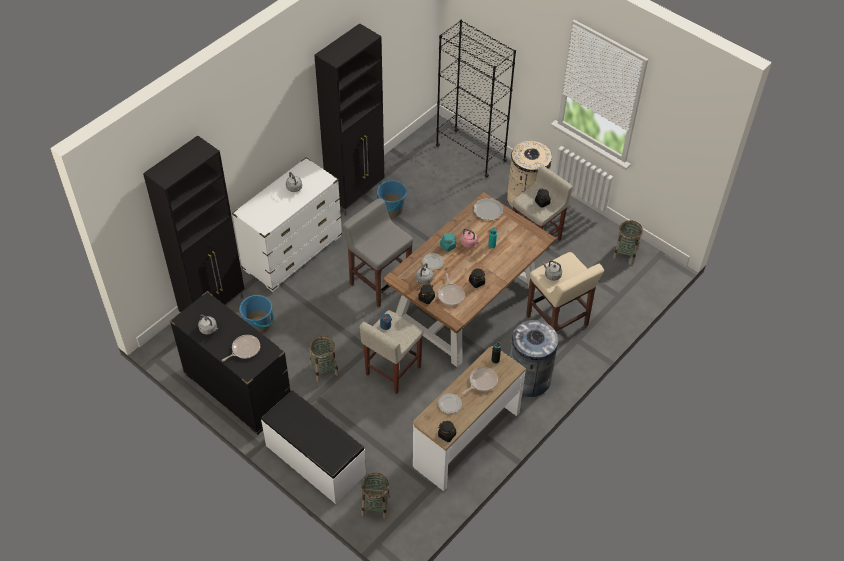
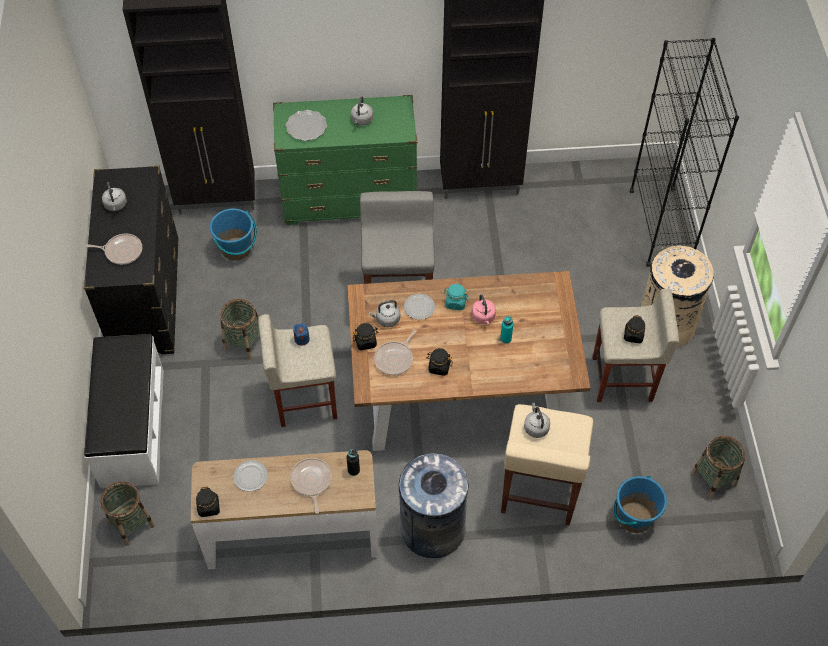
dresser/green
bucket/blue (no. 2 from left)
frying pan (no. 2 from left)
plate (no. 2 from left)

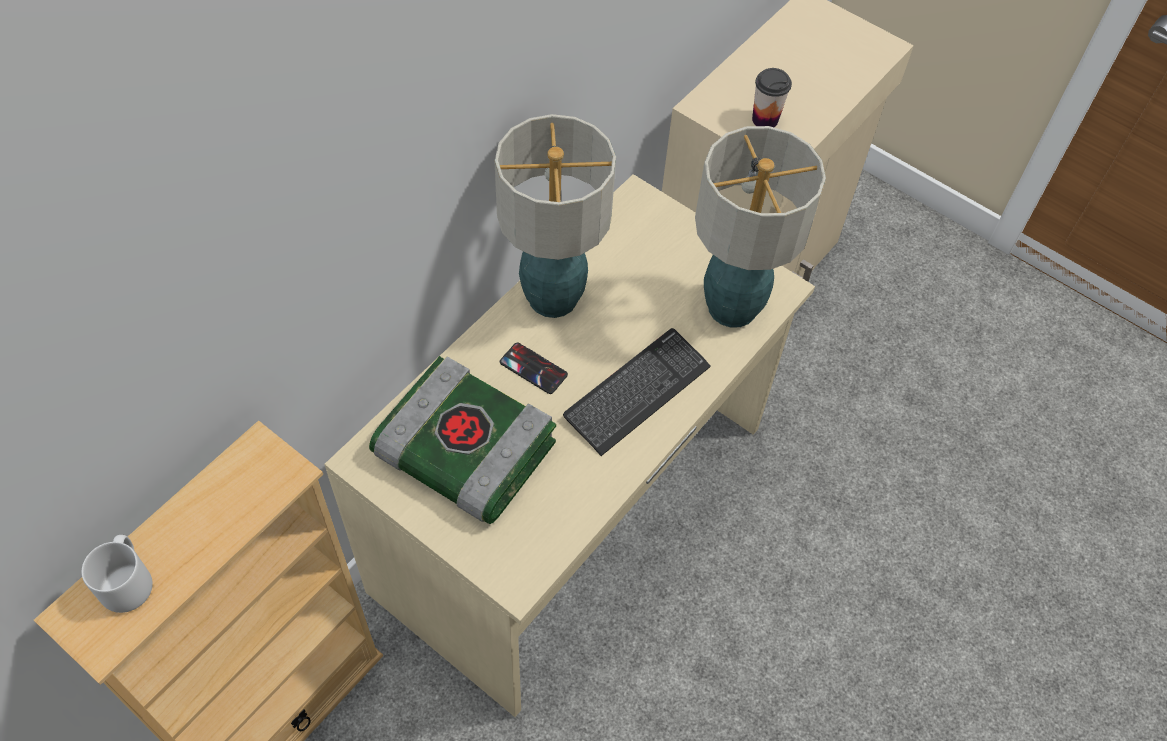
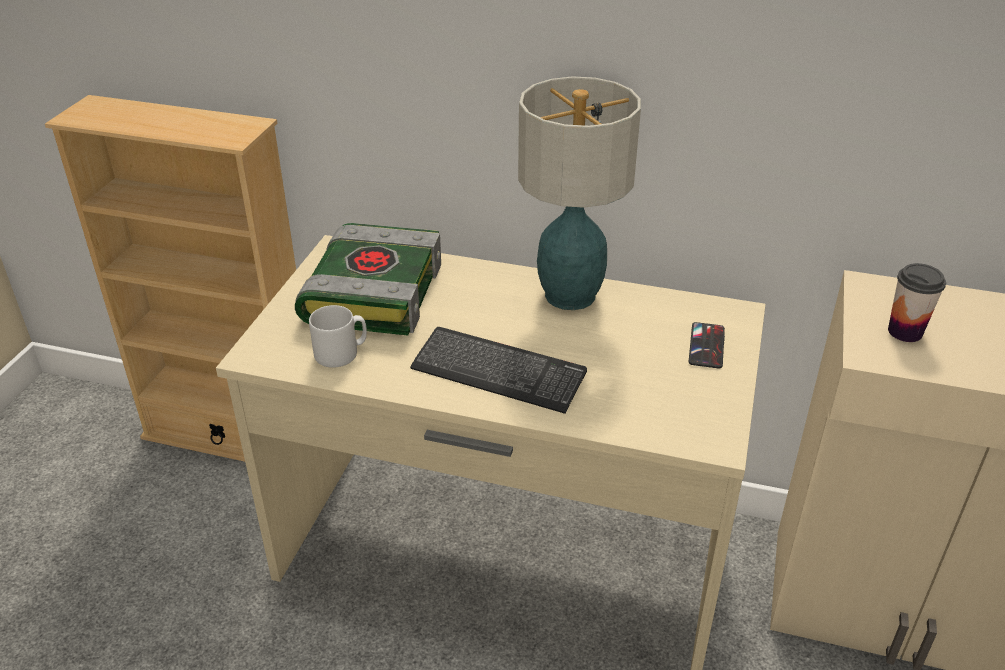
mug/grey
phone
table lamp (no. 2 from left in the first image)

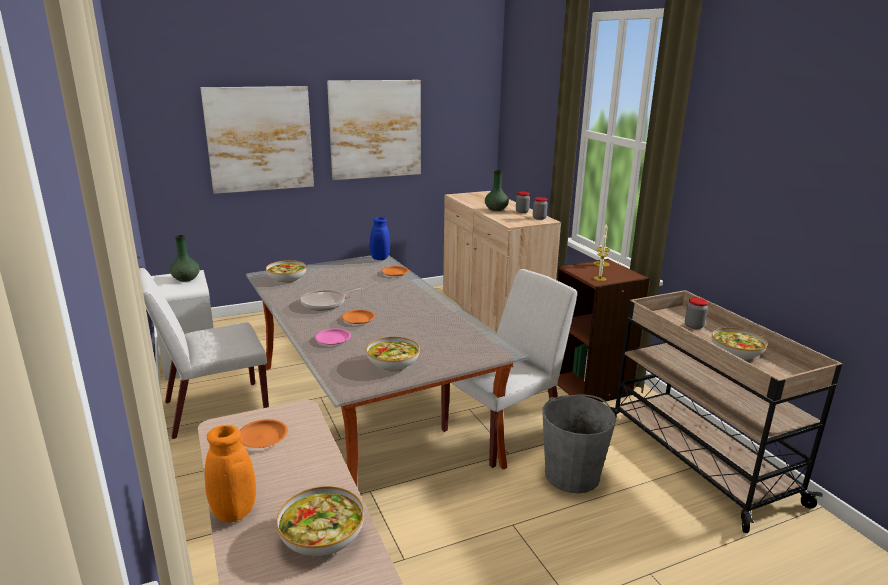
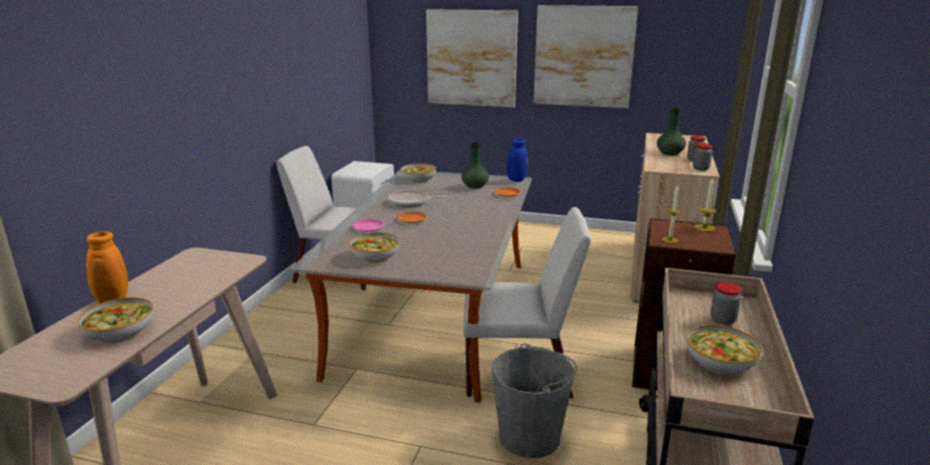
vase/green (no. 1 from left)
plate/orange (no. 1 from left in the first image)

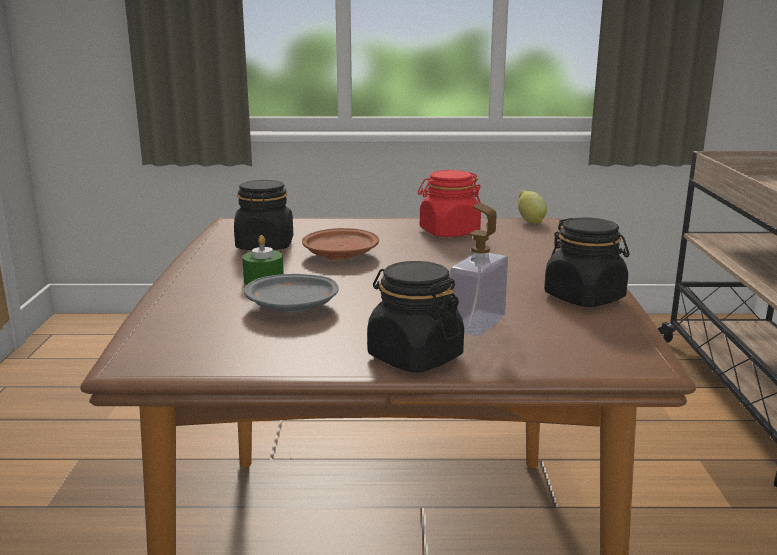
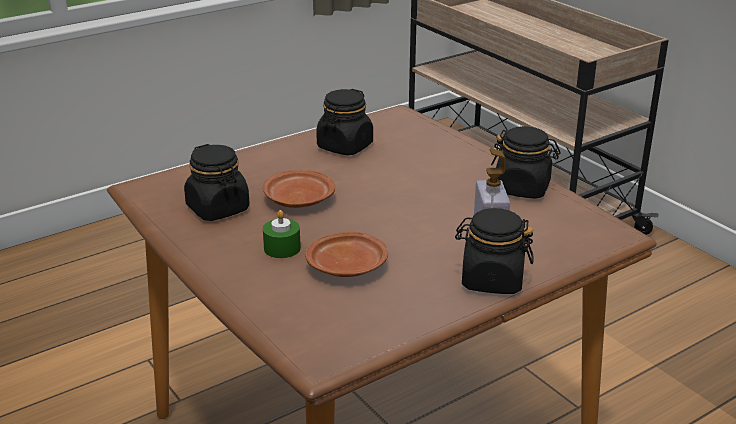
plate/brown (no. 2 from left)
jar/black (no. 2 from left)
lemon

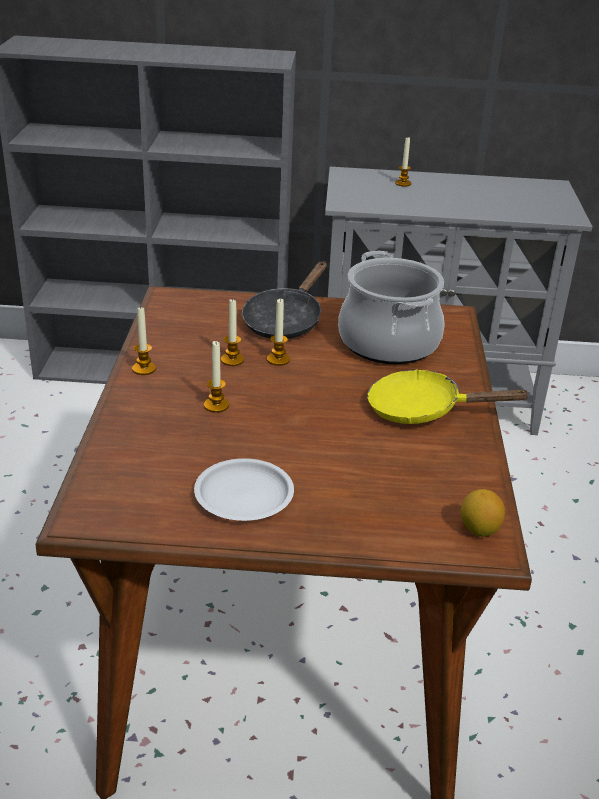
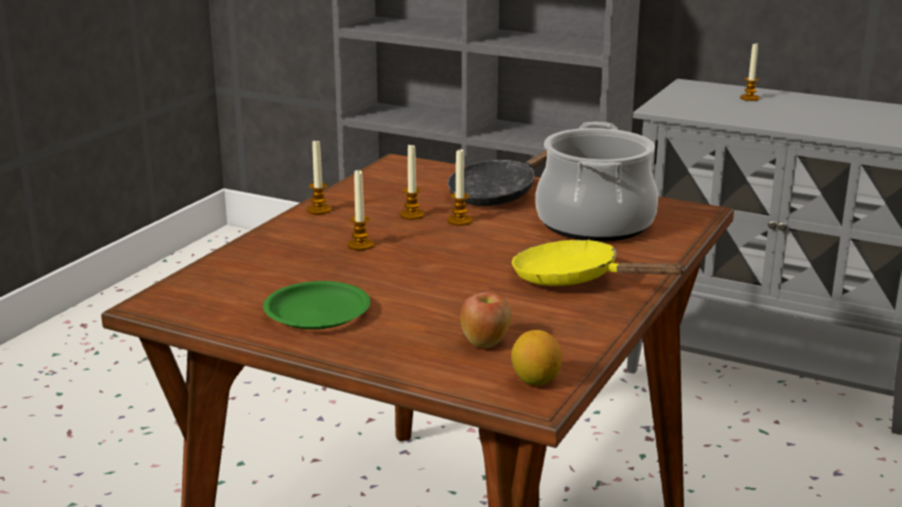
plate/green
apple

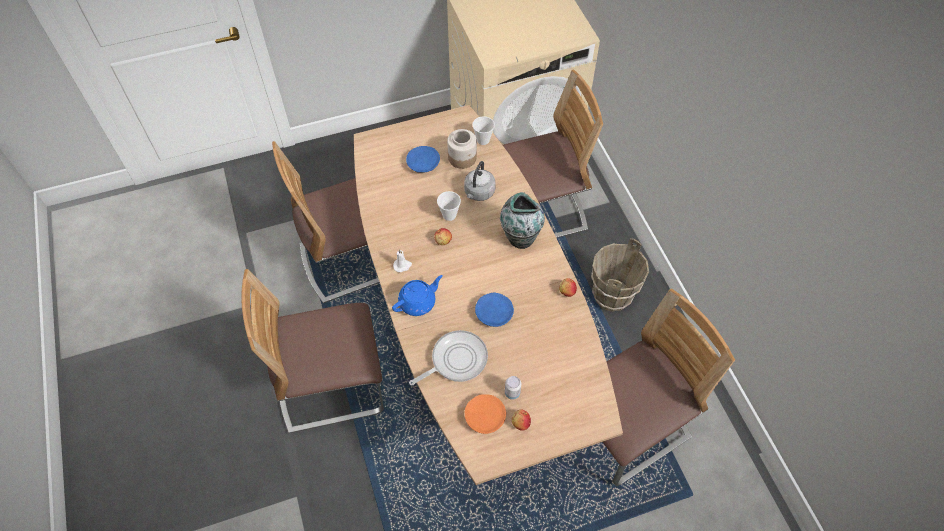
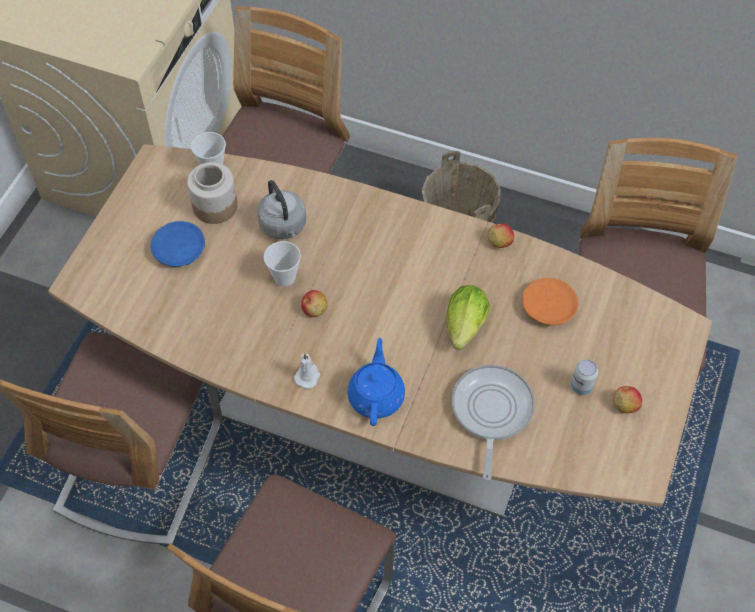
plate/orange
lettuce
vase

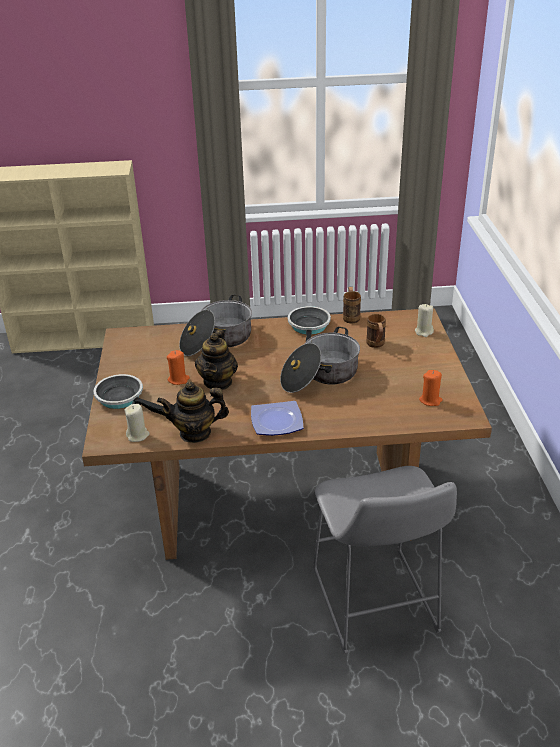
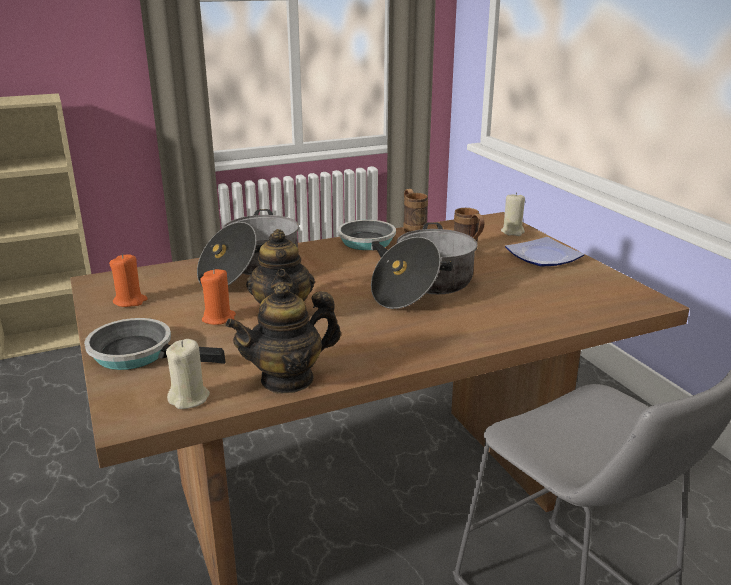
plate
candle/orange (no. 1 from left)

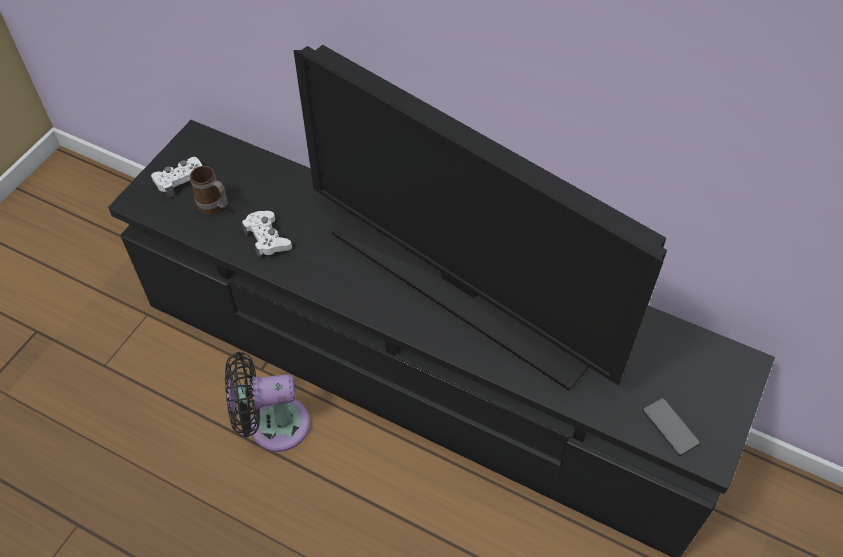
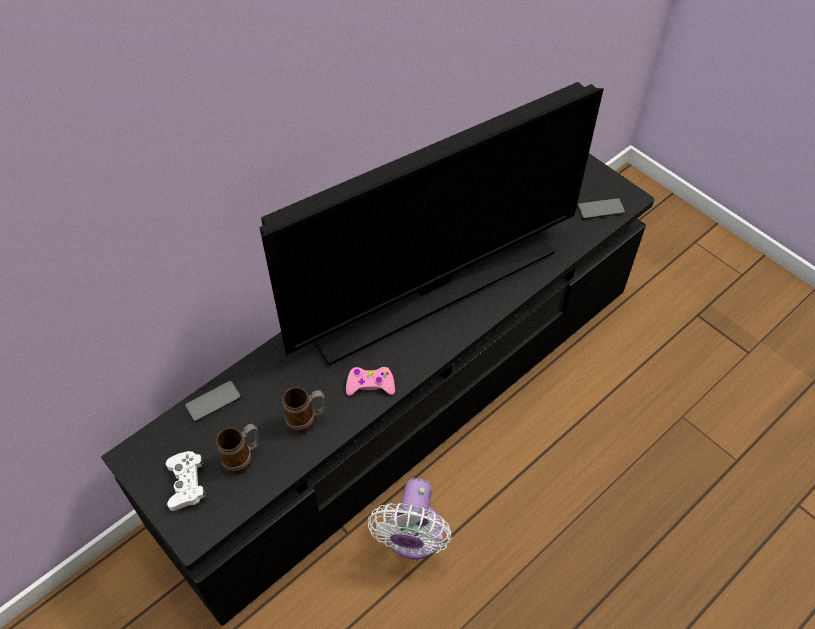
fan/white
mug (no. 2 from left)
phone (no. 1 from left)
game controller/pink

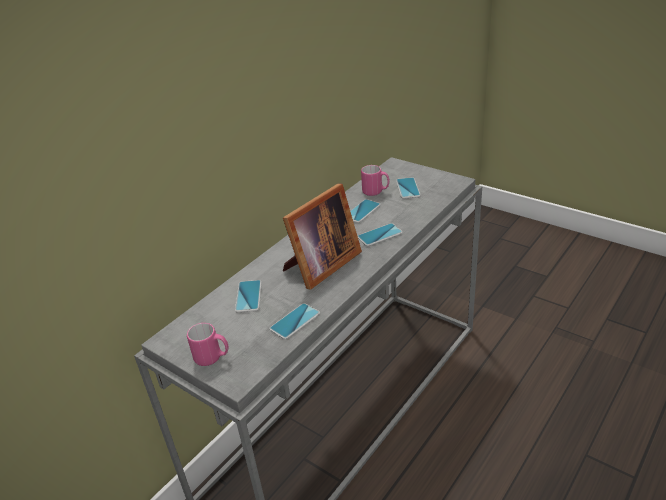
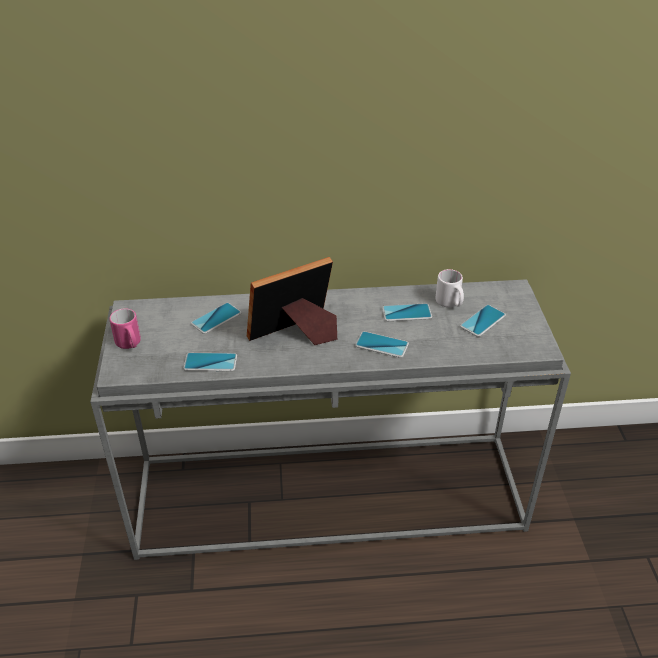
picture frame
mug/white

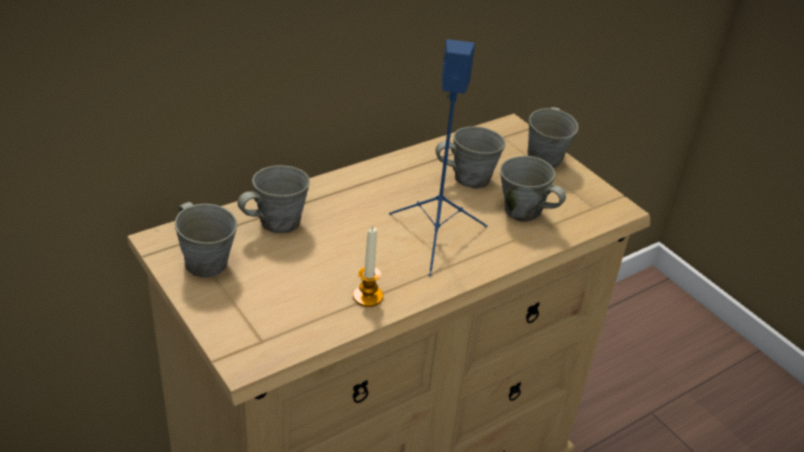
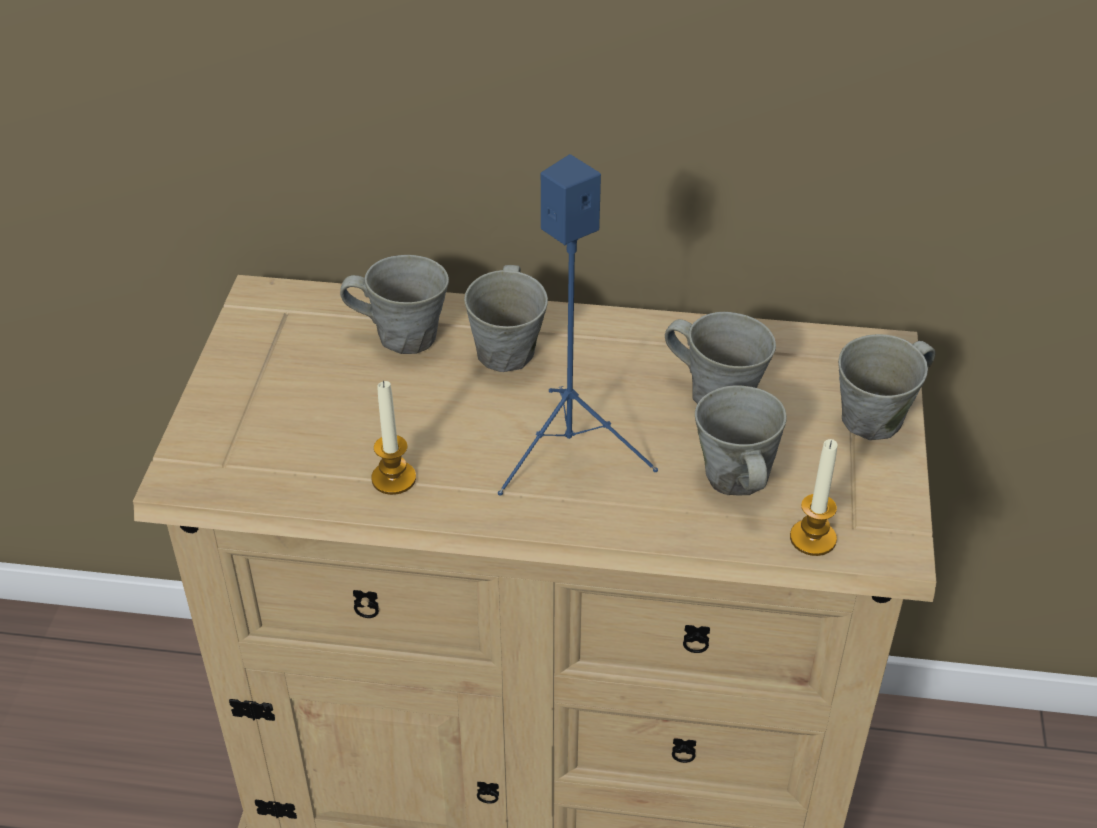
mug/grey (no. 2 from left)
candle (no. 2 from left)

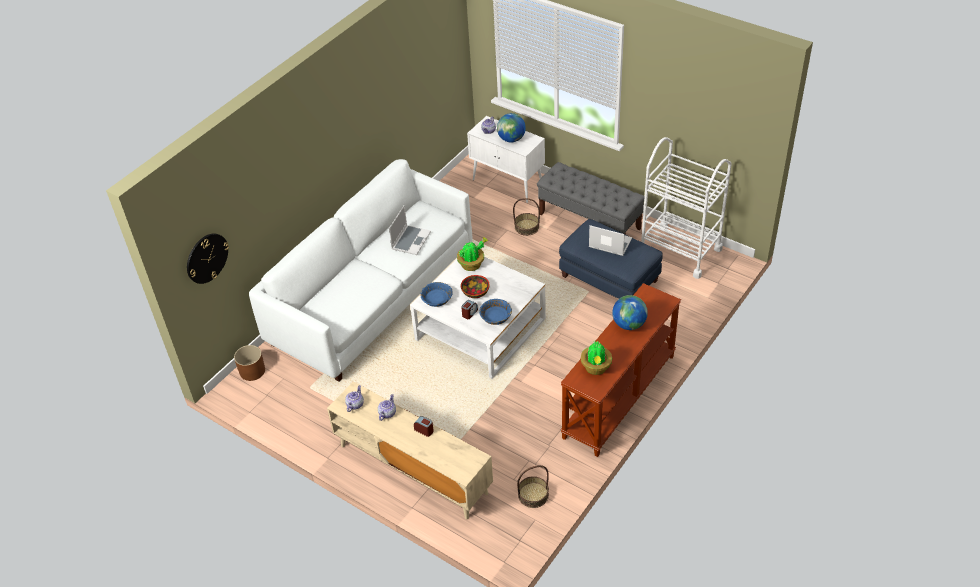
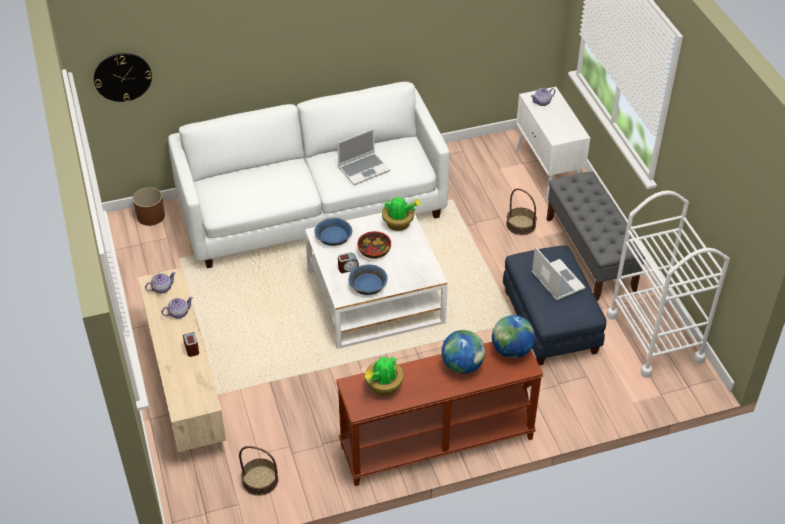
globe (no. 2 from left)

